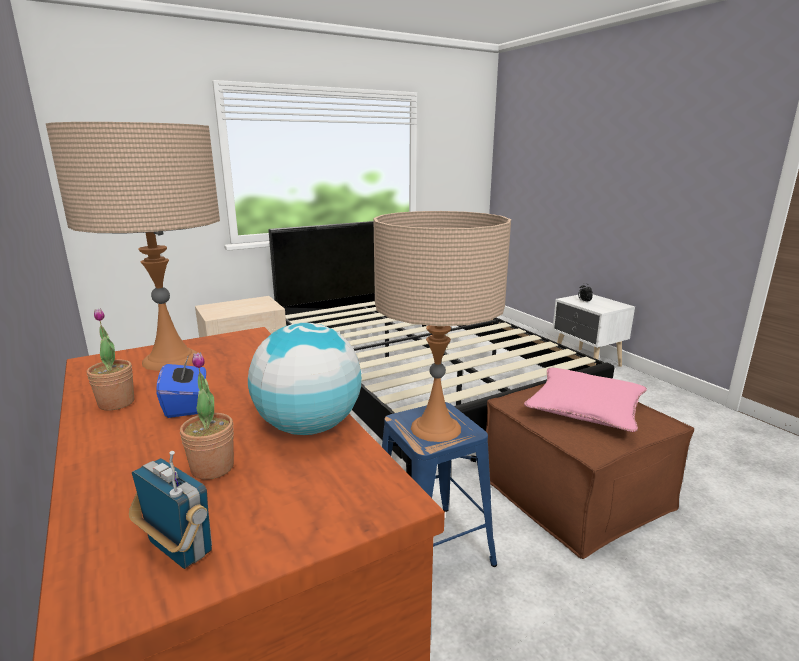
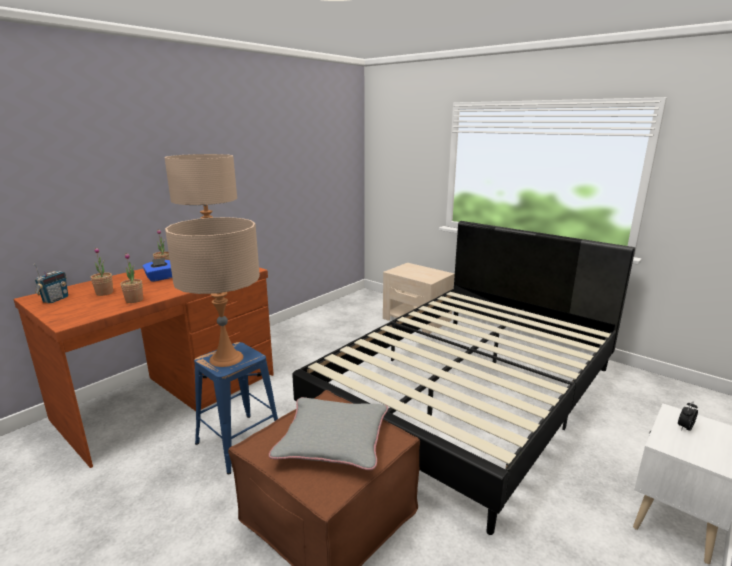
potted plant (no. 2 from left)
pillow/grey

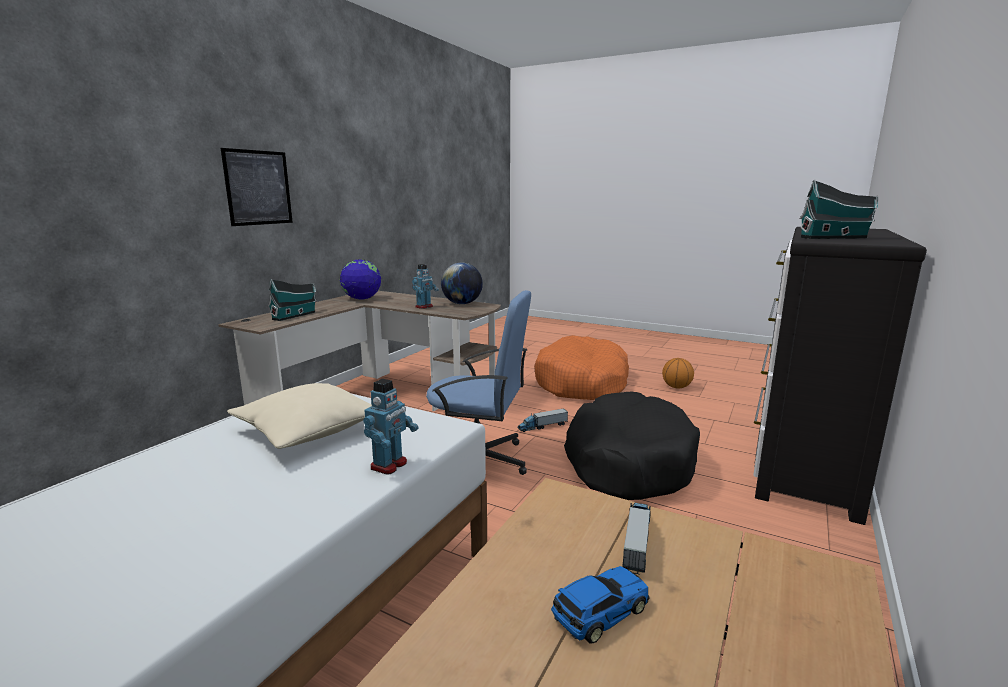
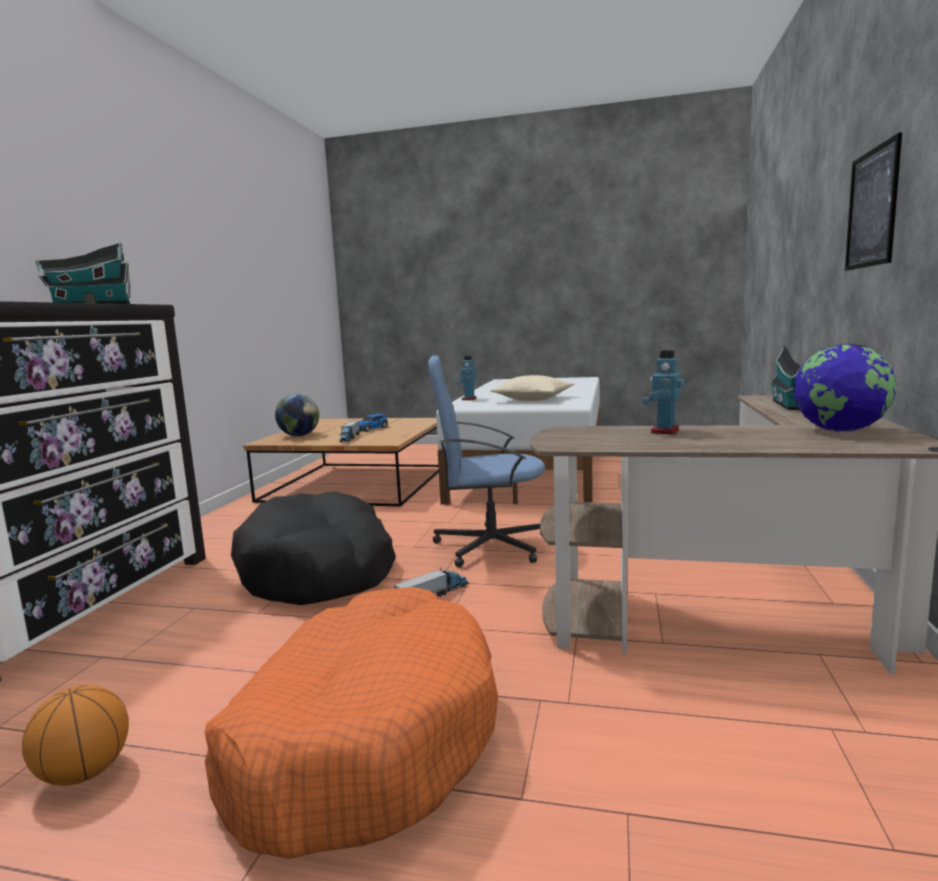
globe (no. 1 from left)

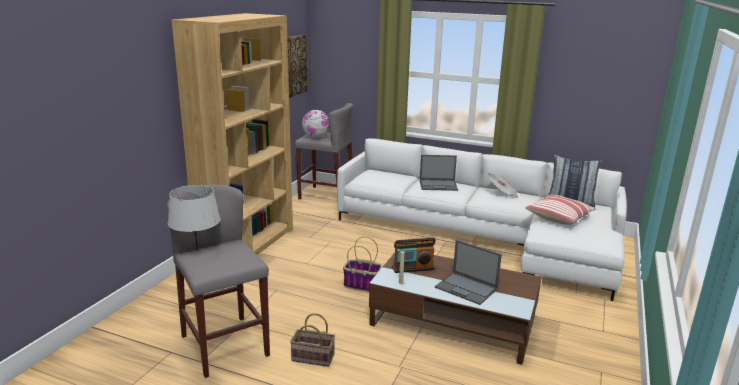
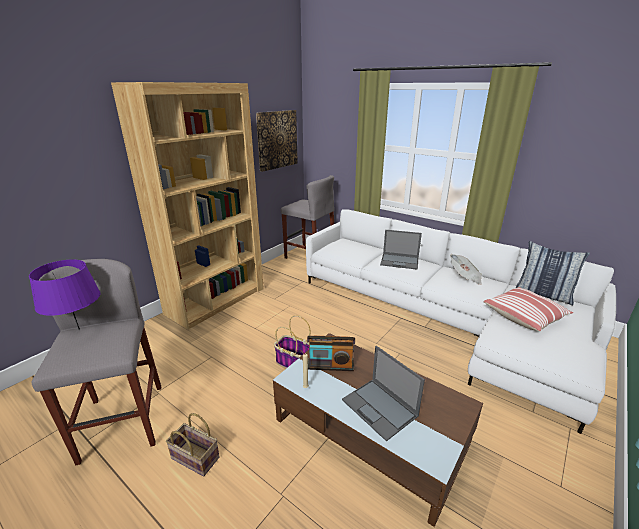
table lamp/purple
globe

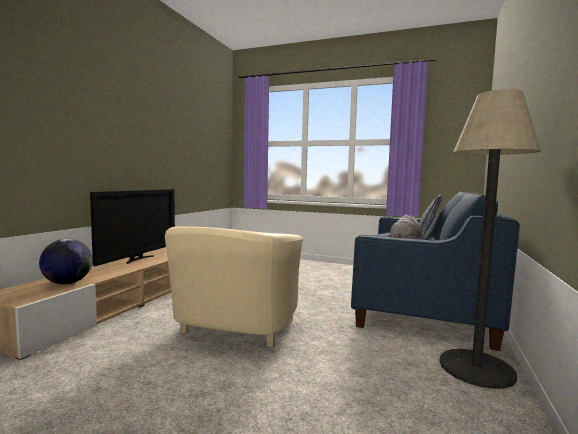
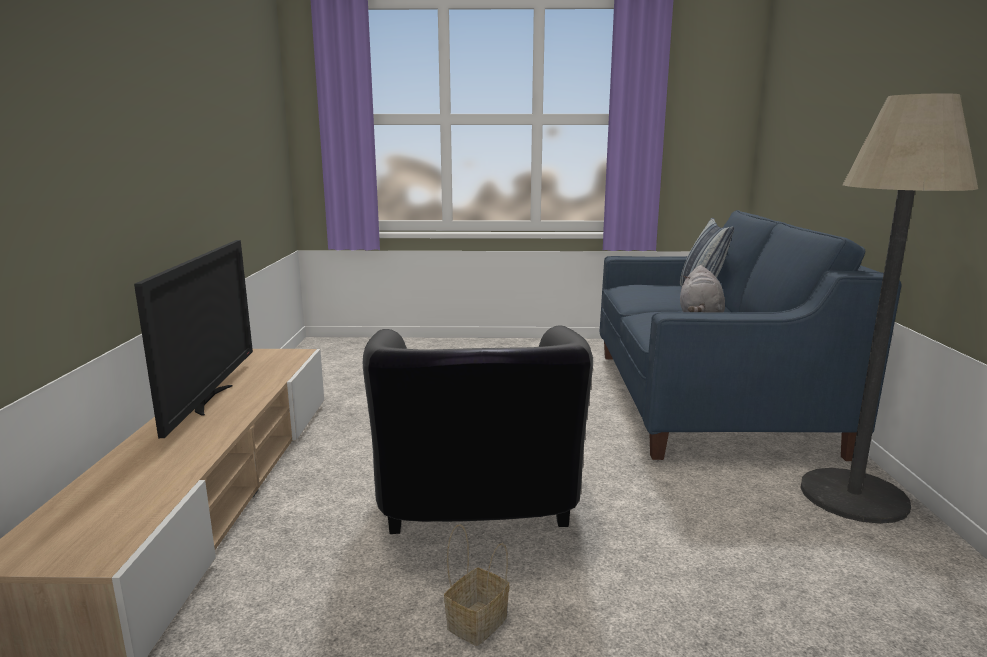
globe
armchair/black
basket

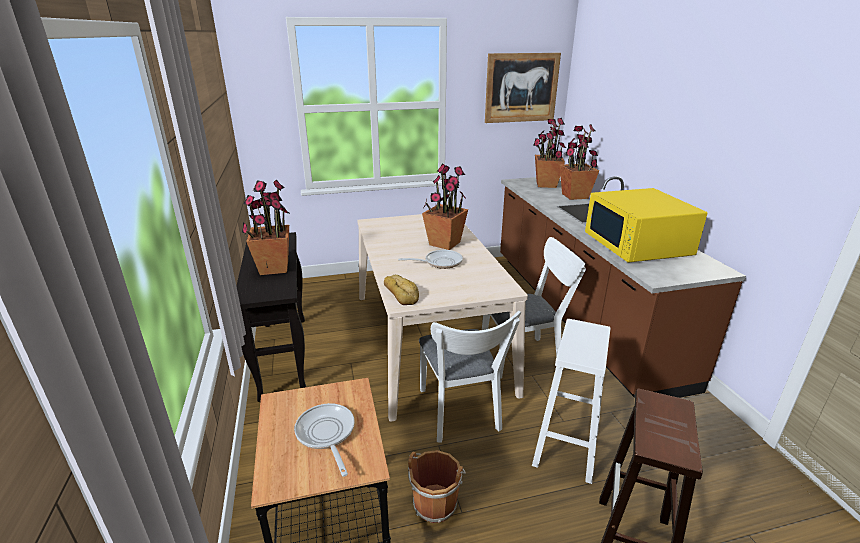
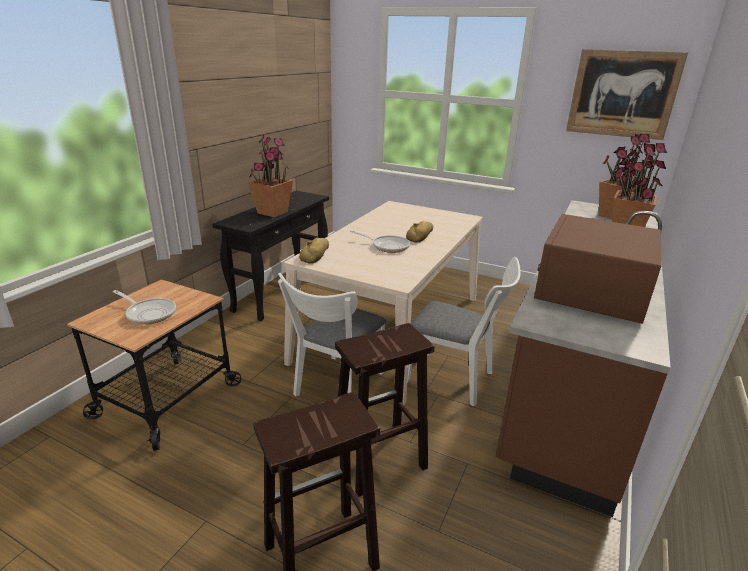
frying pan (no. 1 from left)
bucket/brown
bread (no. 2 from left)
stool/brown (no. 2 from left)
microwave/brown

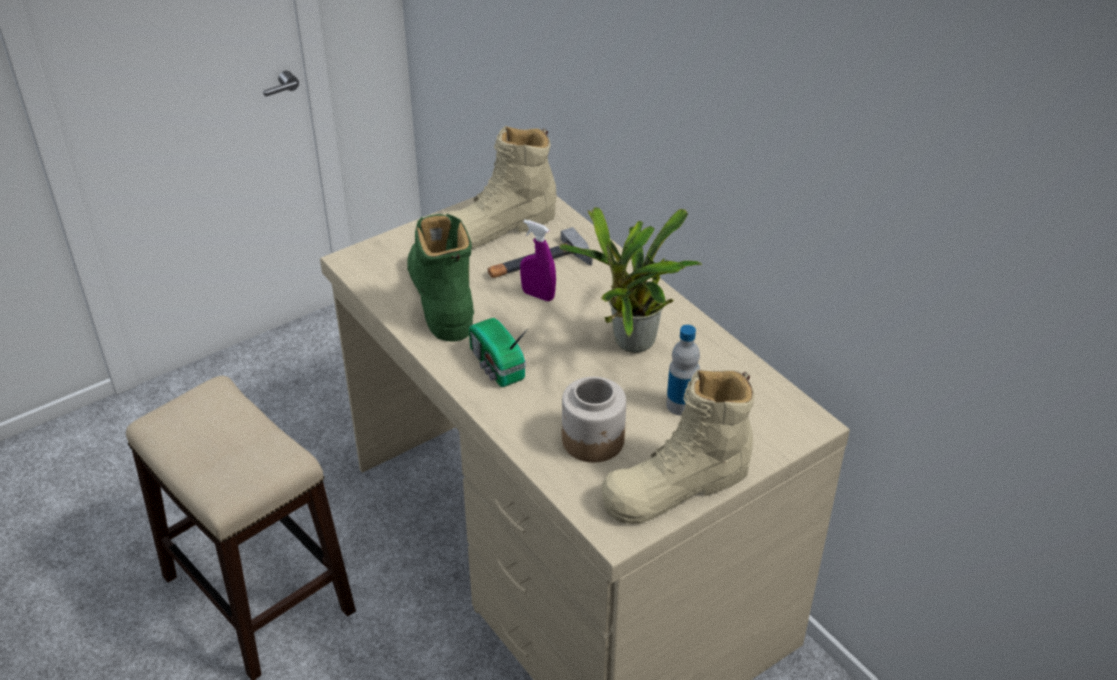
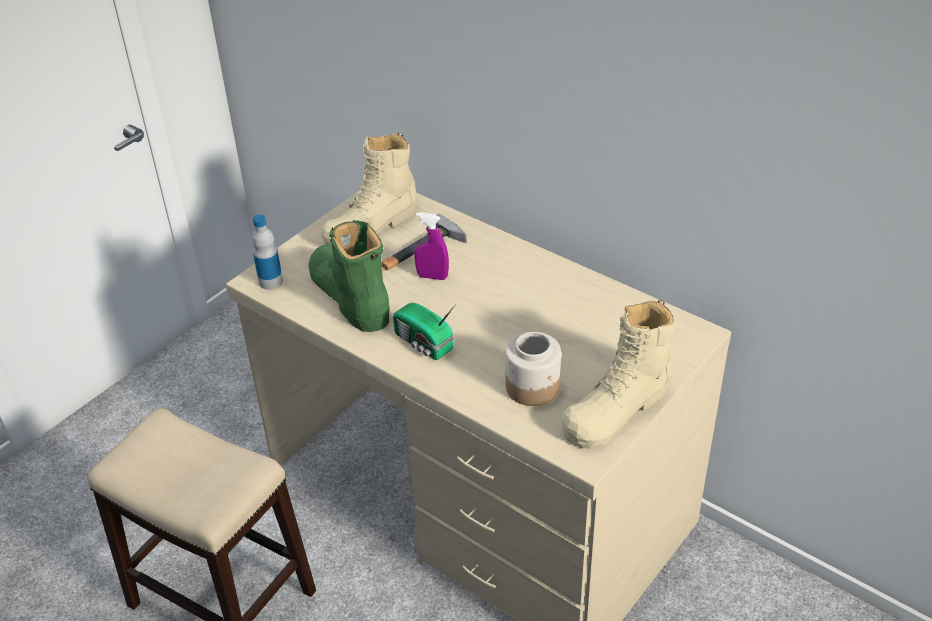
potted plant
bottle

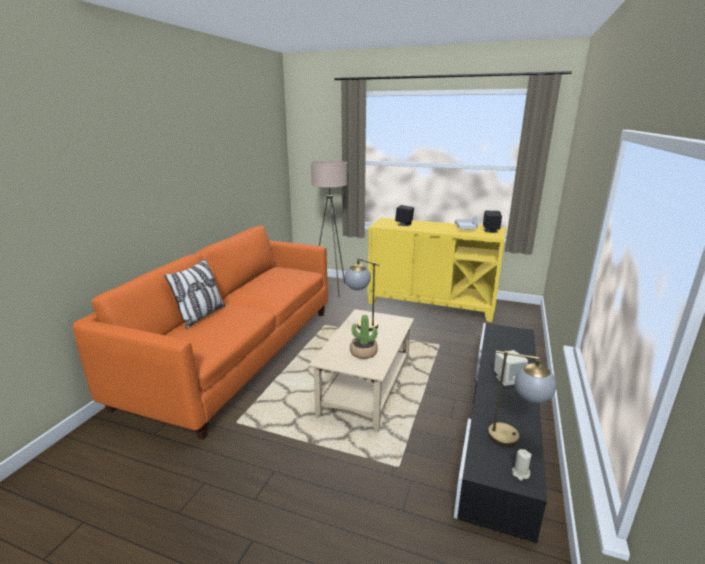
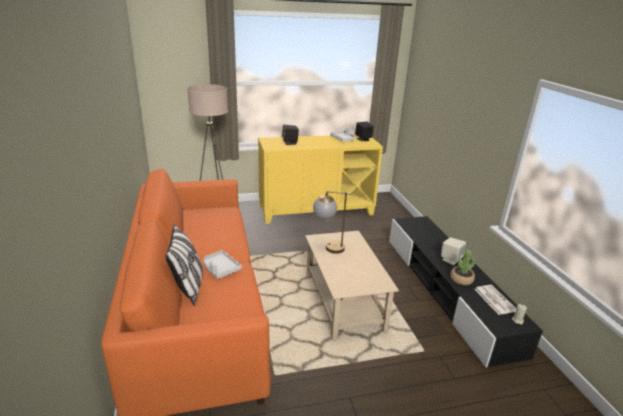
potted plant
newspaper
tray/grey (no. 1 from left)

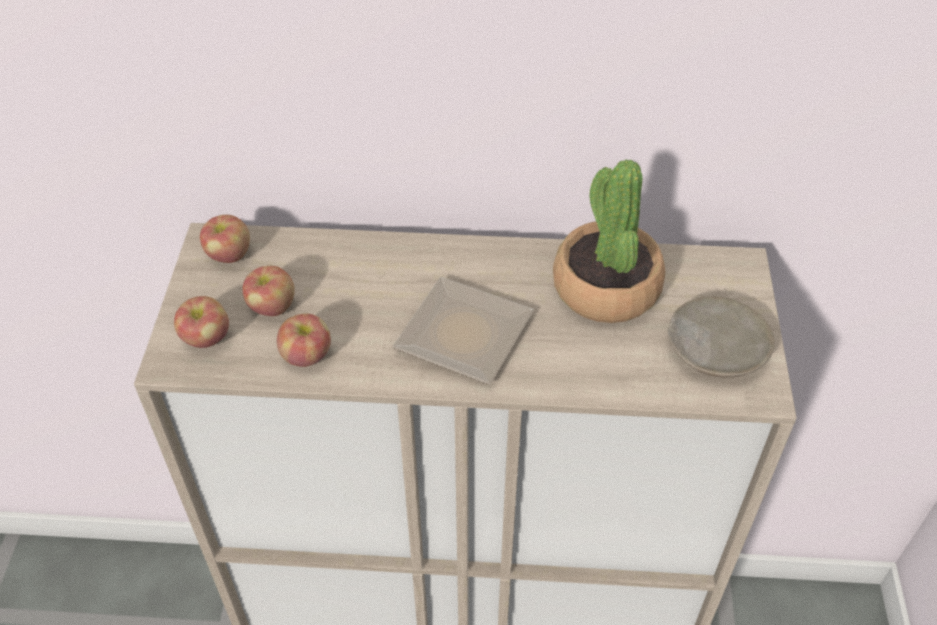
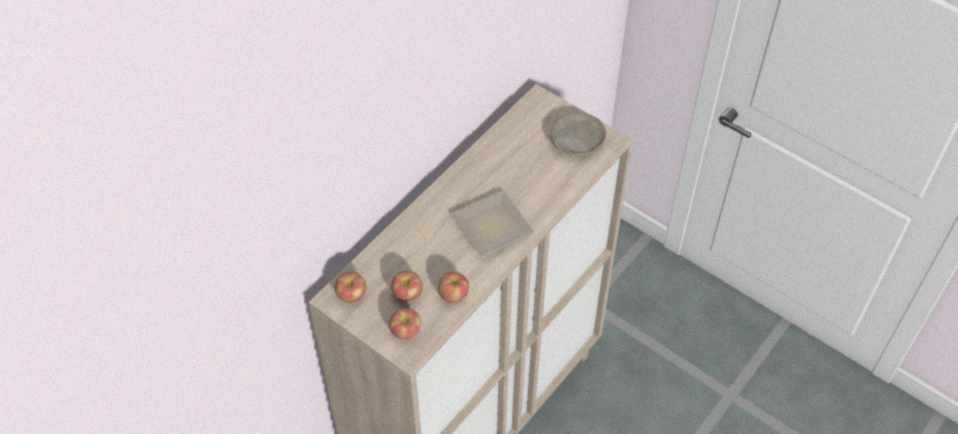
potted plant

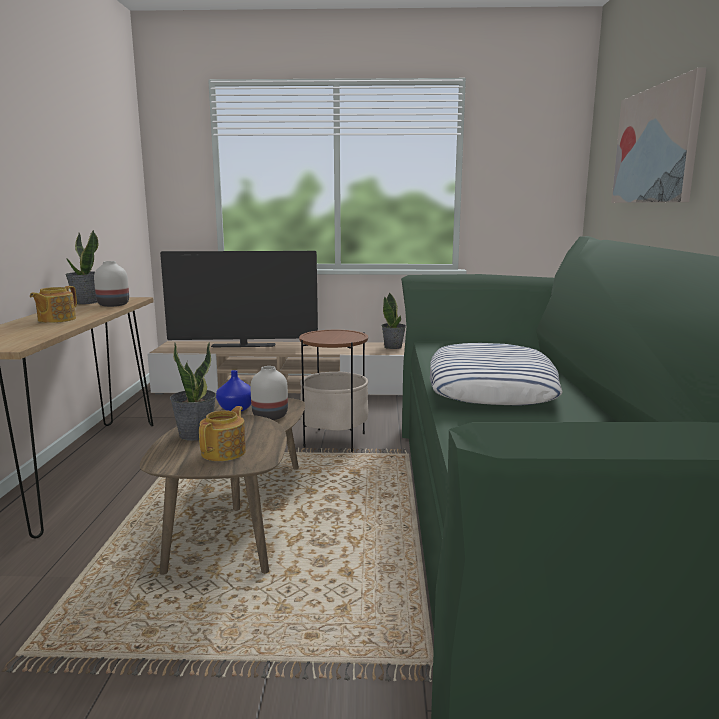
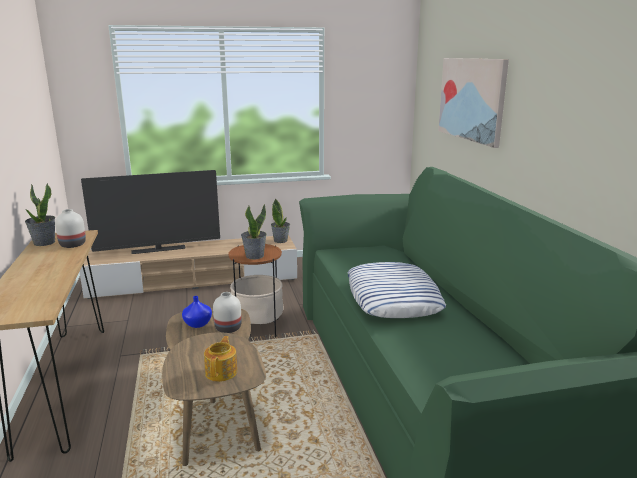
teapot (no. 1 from left in the first image)
potted plant (no. 2 from left)

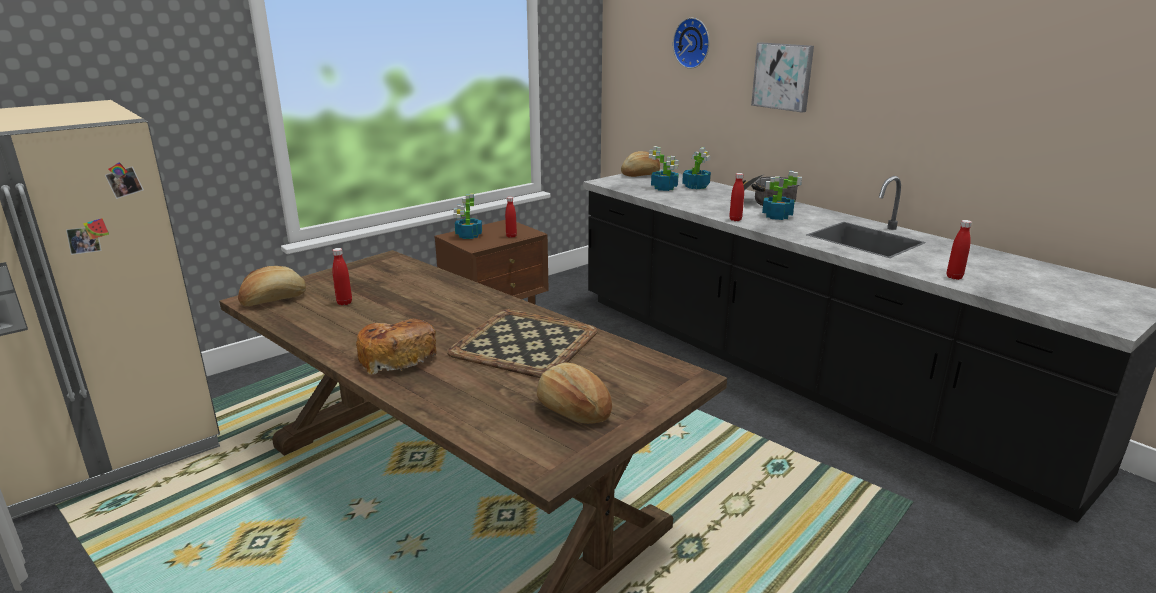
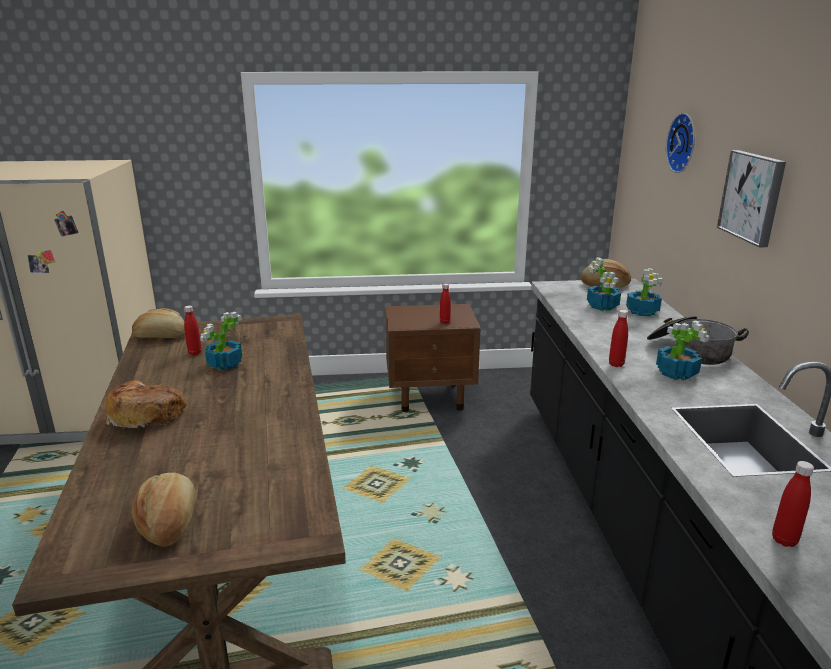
tray
potted plant (no. 1 from left)

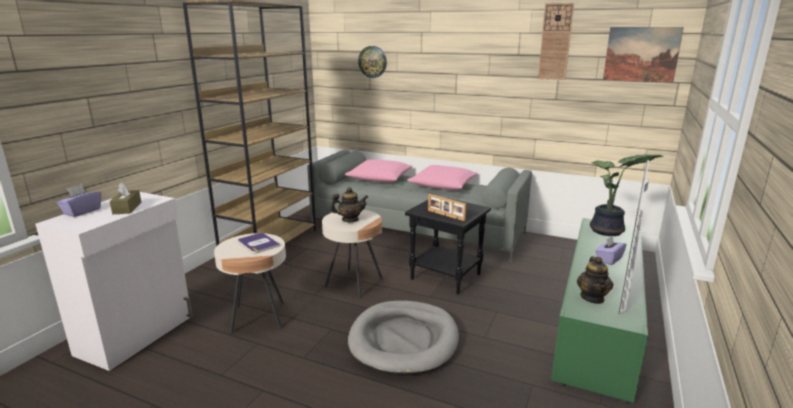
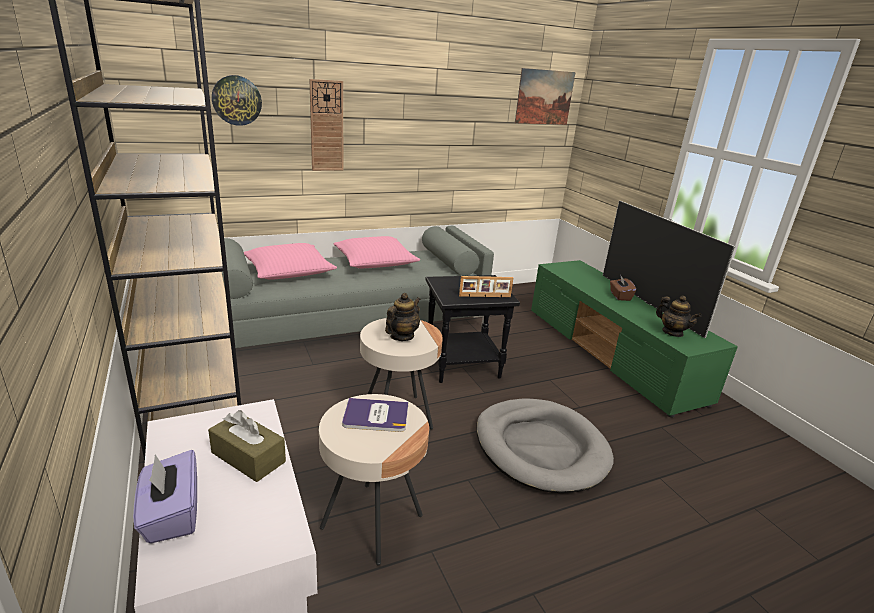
wall clock (no. 2 from left)
potted plant
tissue box/brown (no. 2 from left)

